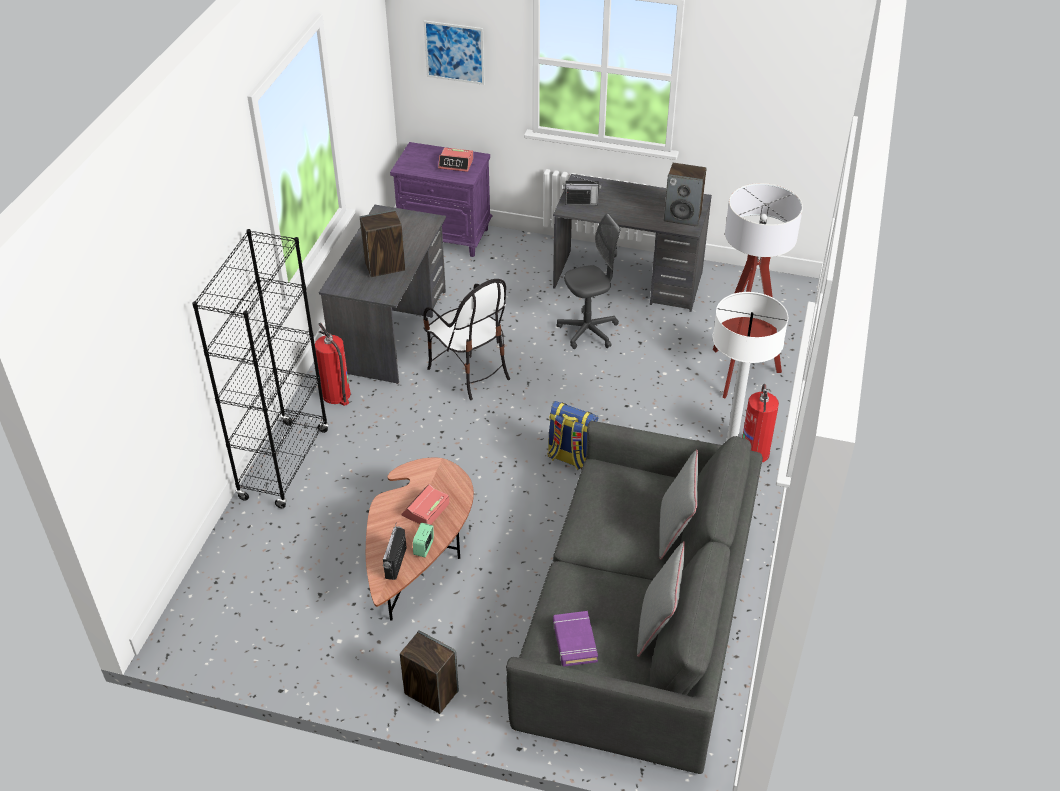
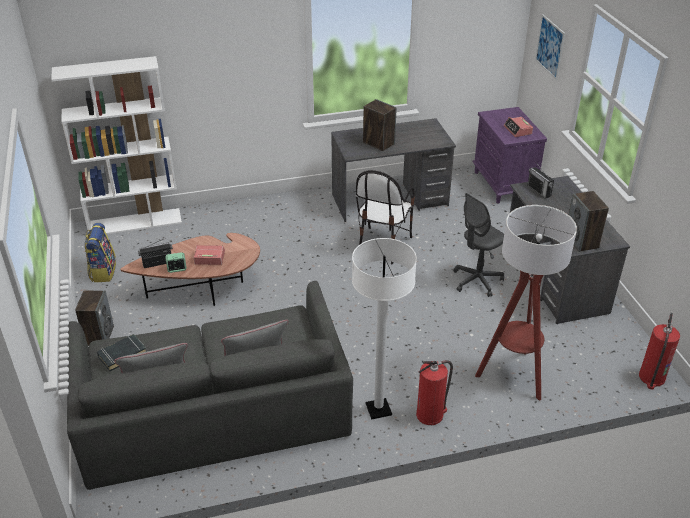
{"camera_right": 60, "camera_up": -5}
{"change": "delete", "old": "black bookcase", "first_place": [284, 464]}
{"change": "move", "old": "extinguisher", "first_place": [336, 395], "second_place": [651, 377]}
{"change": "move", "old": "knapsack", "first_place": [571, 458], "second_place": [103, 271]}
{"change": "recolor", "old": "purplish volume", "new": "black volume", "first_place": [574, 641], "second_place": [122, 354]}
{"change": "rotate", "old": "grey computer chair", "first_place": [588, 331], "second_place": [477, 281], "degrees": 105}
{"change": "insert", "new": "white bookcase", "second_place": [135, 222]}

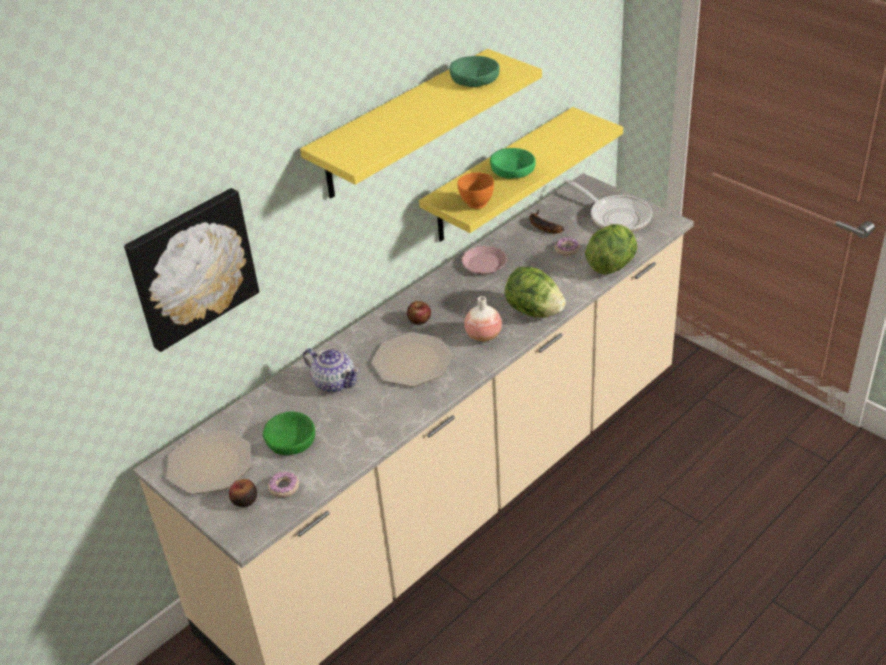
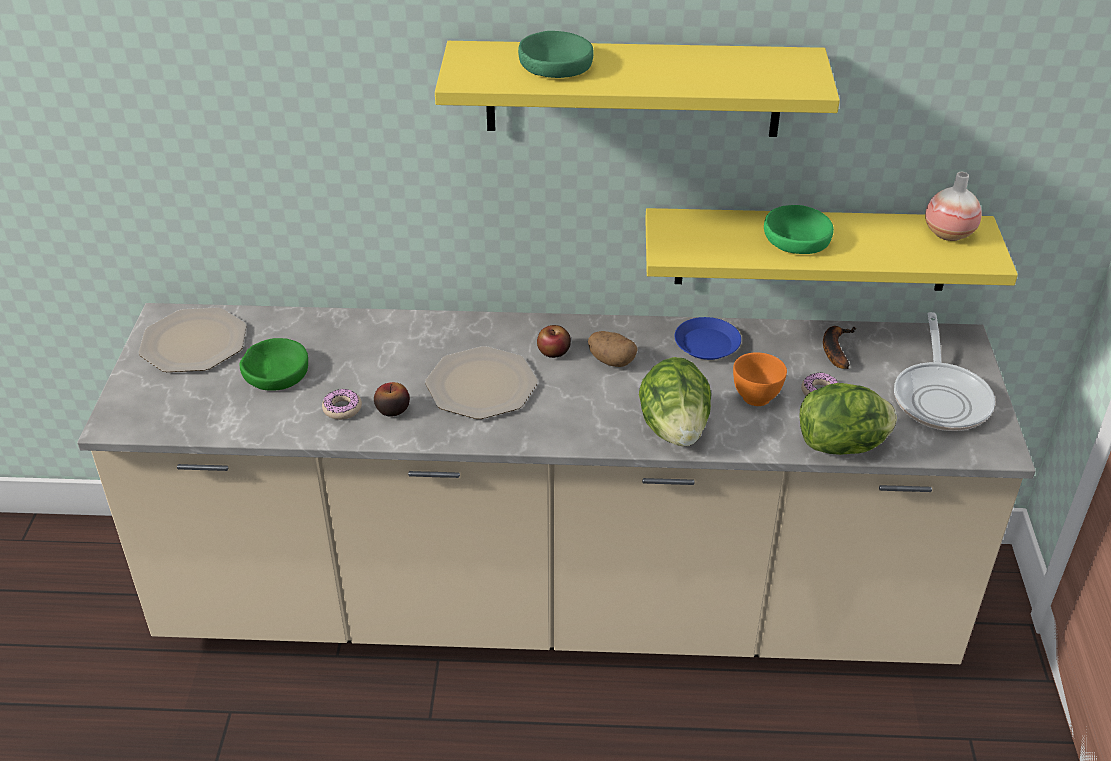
{"camera_right": 45, "camera_up": 0}
{"change": "delete", "old": "wall picture", "first_place": [191, 267]}
{"change": "move", "old": "apple fruit", "first_place": [245, 500], "second_place": [392, 409]}
{"change": "move", "old": "doughnut", "first_place": [284, 487], "second_place": [342, 409]}
{"change": "delete", "old": "tea pot", "first_place": [334, 382]}
{"change": "move", "old": "greenish deep dish", "first_place": [474, 78], "second_place": [555, 65]}
{"change": "move", "old": "orange-coloured deep dish", "first_place": [476, 203], "second_place": [756, 397]}
{"change": "recolor", "old": "pinkish dinner plate", "new": "bluish dinner plate", "first_place": [484, 264], "second_place": [706, 344]}
{"change": "move", "old": "decorative vase", "first_place": [483, 336], "second_place": [948, 234]}
{"change": "insert", "new": "whole potato", "second_place": [611, 361]}

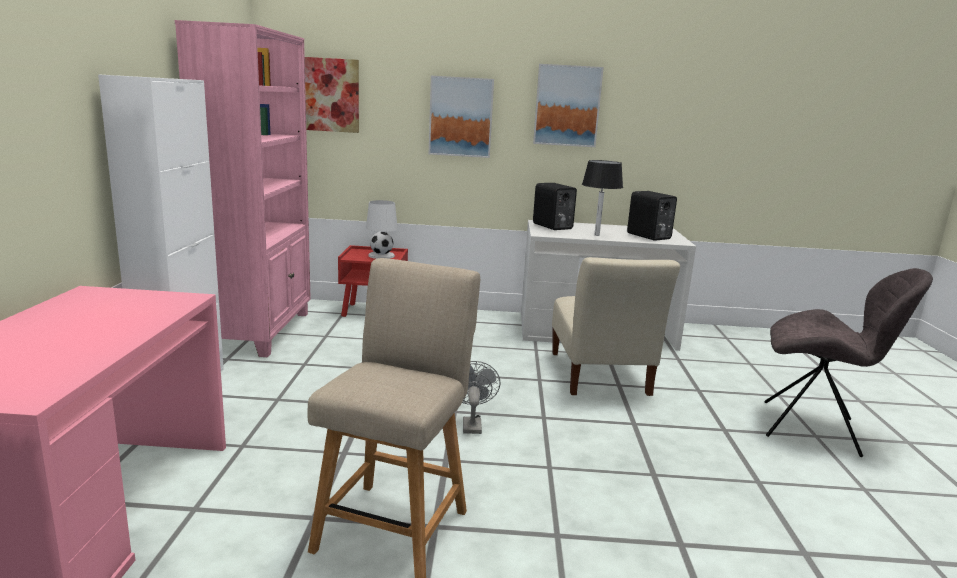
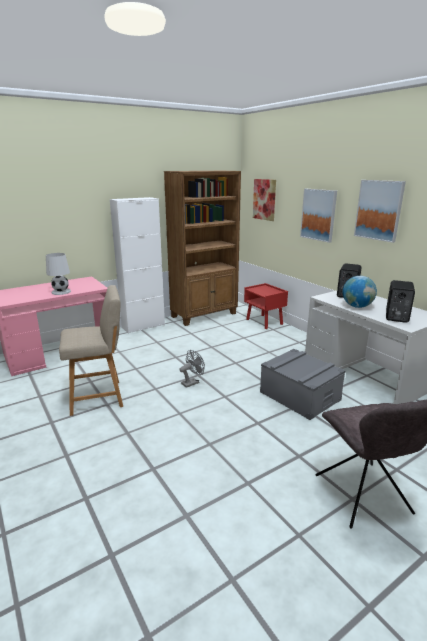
{"camera_right": 55, "camera_up": 5}
{"change": "recolor", "old": "pinkish bookcase", "new": "brown-coloured bookcase", "first_place": [261, 331], "second_place": [204, 315]}
{"change": "move", "old": "white lamp for a table", "first_place": [381, 255], "second_place": [61, 292]}
{"change": "replace", "old": "sand-coloured upright chair", "new": "grey storage box", "first_place": [599, 376], "second_place": [299, 396]}
{"change": "replace", "old": "black lamp for a table", "new": "desk globe", "first_place": [597, 235], "second_place": [357, 306]}

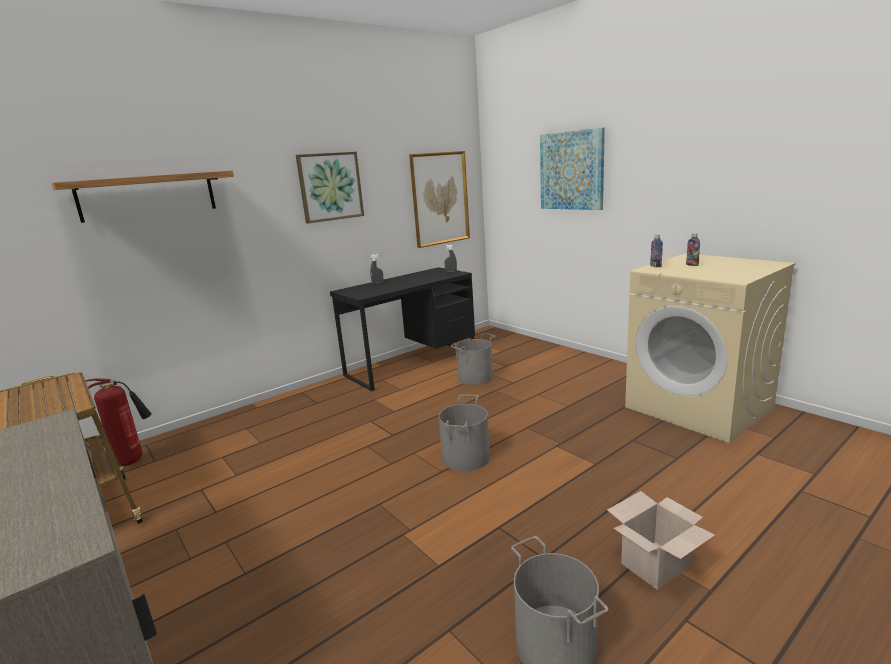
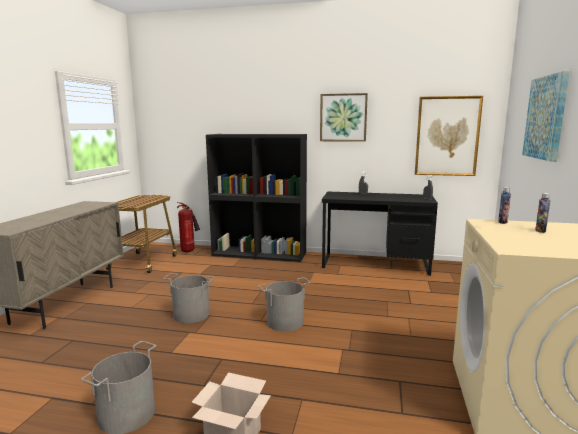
{"camera_right": 50, "camera_up": -5}
{"change": "delete", "old": "wall shelf", "first_place": [148, 196]}
{"change": "move", "old": "grey bucket", "first_place": [475, 377], "second_place": [191, 314]}
{"change": "insert", "new": "black bookcase", "second_place": [260, 254]}

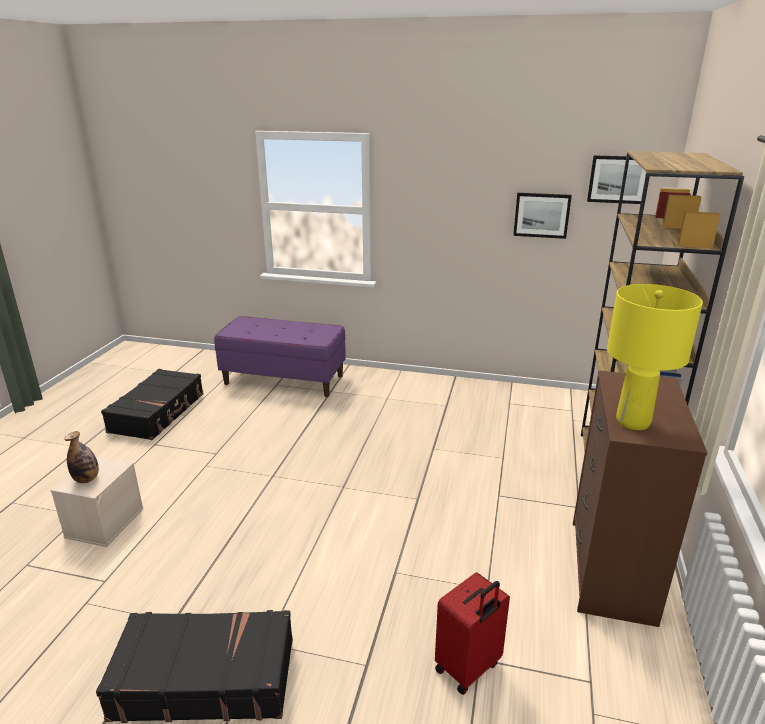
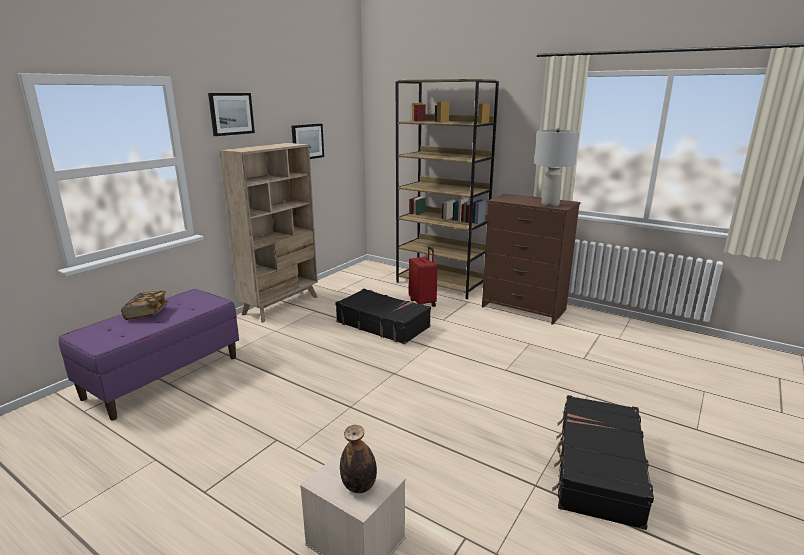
{"camera_right": -70, "camera_up": -5}
{"change": "move", "old": "black travel case", "first_place": [158, 413], "second_place": [383, 324]}
{"change": "move", "old": "red travel case", "first_place": [468, 668], "second_place": [423, 303]}
{"change": "move", "old": "wall picture", "first_place": [618, 179], "second_place": [231, 114]}
{"change": "recolor", "old": "yellow lamp for a table", "new": "grey lamp for a table", "first_place": [633, 422], "second_place": [549, 204]}
{"change": "insert", "new": "volume", "second_place": [147, 313]}
{"change": "insert", "new": "sand-coloured bookcase", "second_place": [281, 305]}

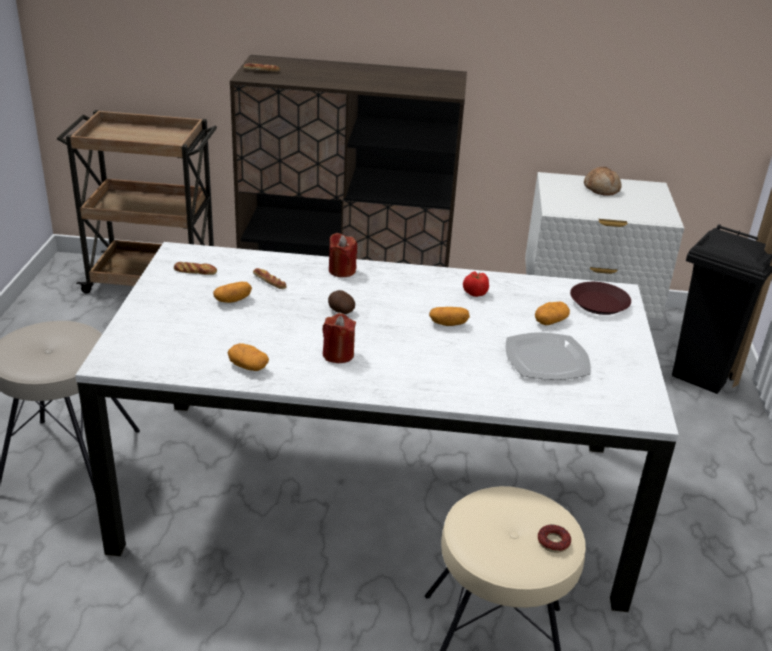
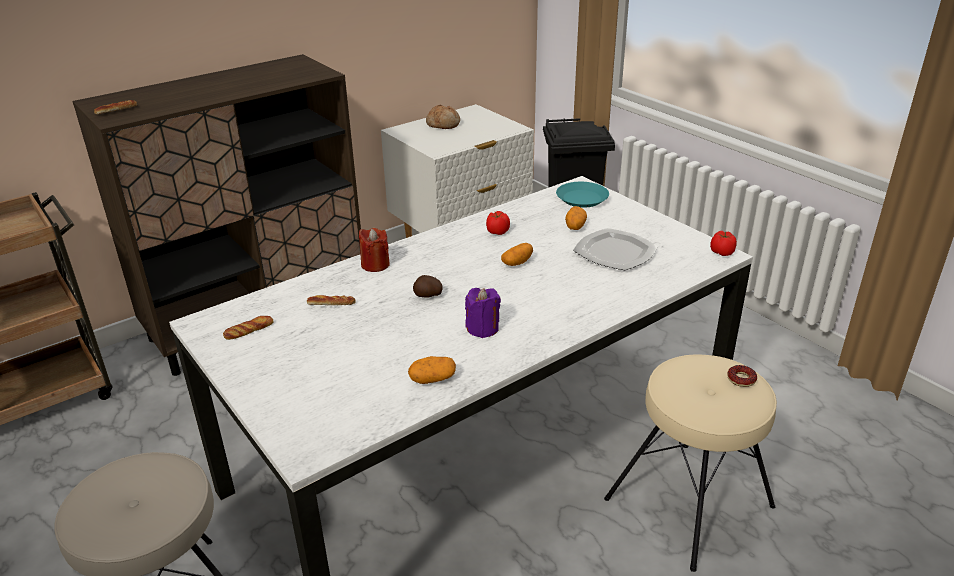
{"camera_right": -40, "camera_up": 0}
{"change": "delete", "old": "whole potato", "first_place": [233, 300]}
{"change": "recolor", "old": "red candle", "new": "purplish candle", "first_place": [338, 355], "second_place": [482, 328]}
{"change": "recolor", "old": "brown-coloured dinner plate", "new": "blue-green dinner plate", "first_place": [599, 303], "second_place": [582, 199]}
{"change": "insert", "new": "fresh tomato", "second_place": [722, 252]}

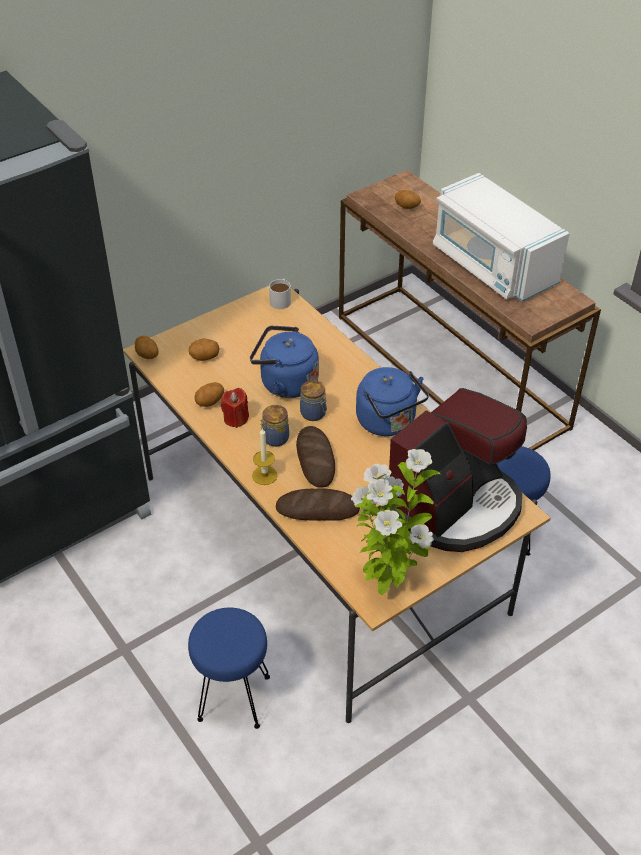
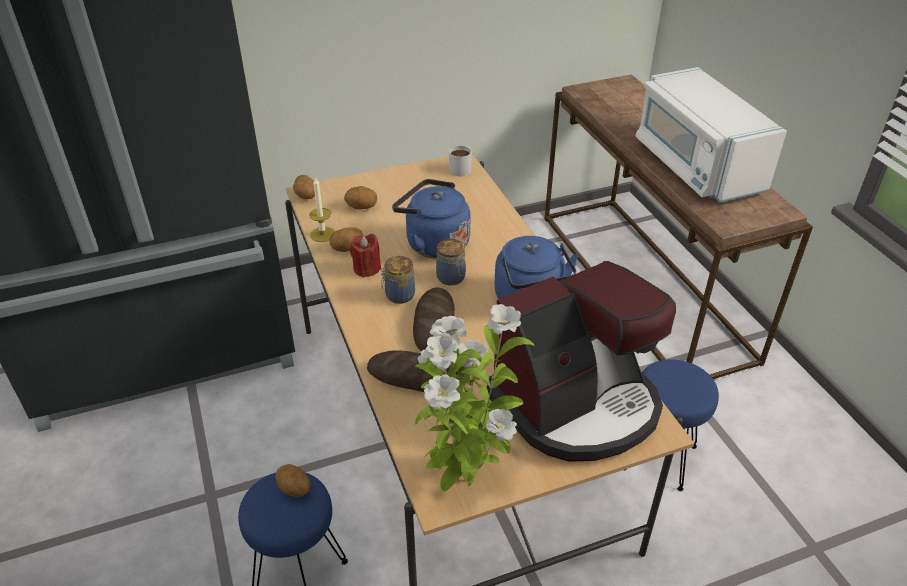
{"camera_right": 15, "camera_up": -5}
{"change": "move", "old": "candle", "first_place": [264, 475], "second_place": [322, 234]}
{"change": "move", "old": "whole potato", "first_place": [407, 207], "second_place": [294, 490]}

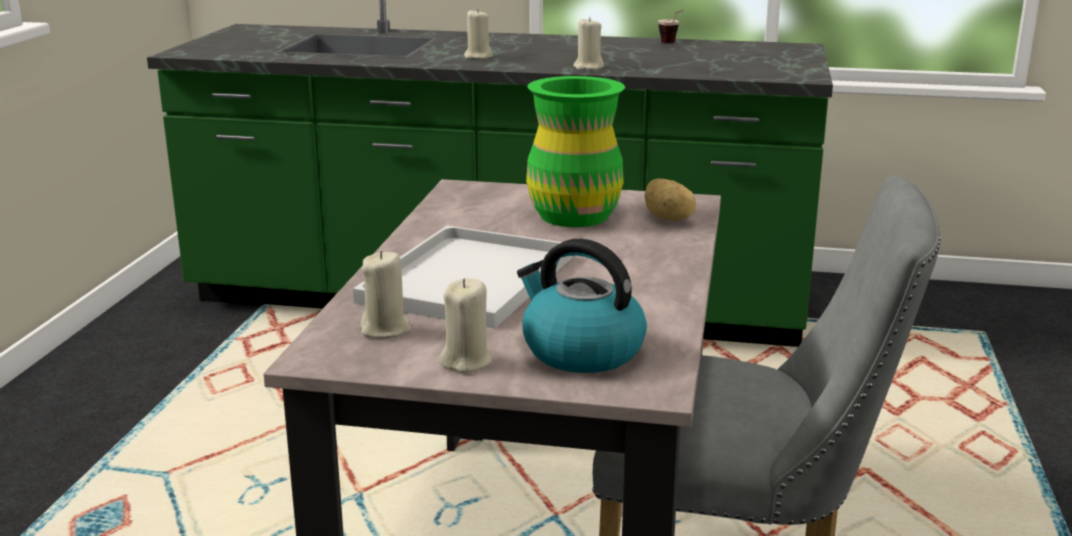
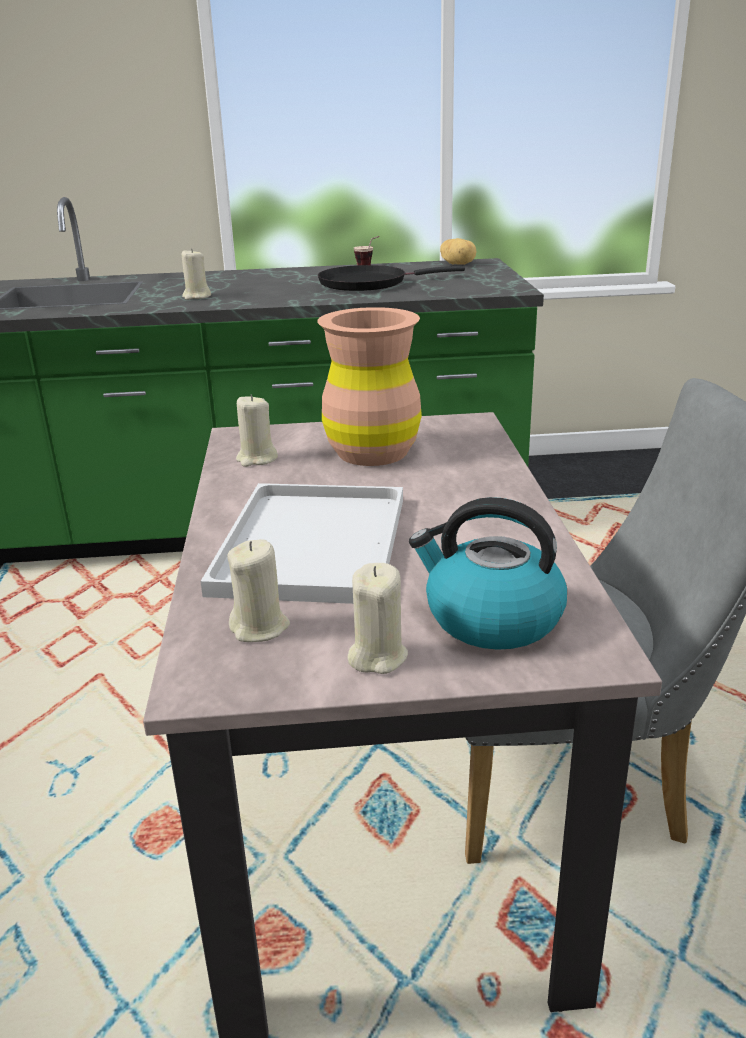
{"camera_right": -15, "camera_up": 5}
{"change": "recolor", "old": "greenish decorative vase", "new": "brown-coloured decorative vase", "first_place": [574, 216], "second_place": [372, 452]}
{"change": "move", "old": "sand-coloured candle", "first_place": [588, 67], "second_place": [256, 459]}
{"change": "move", "old": "whole potato", "first_place": [669, 218], "second_place": [458, 264]}
{"change": "insert", "new": "black pan", "second_place": [368, 283]}

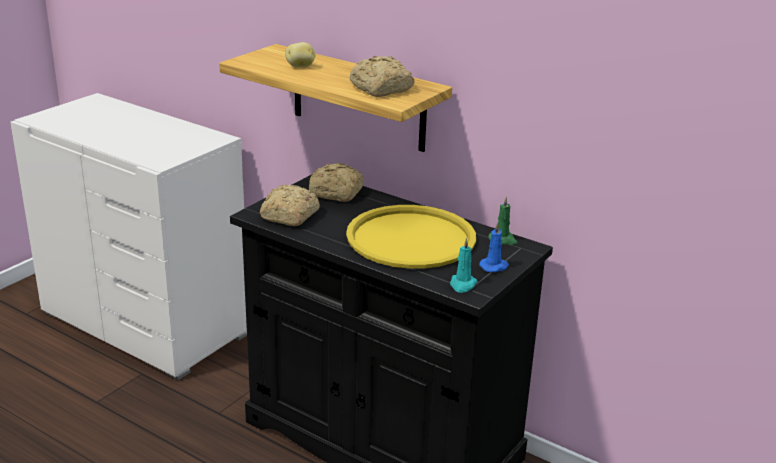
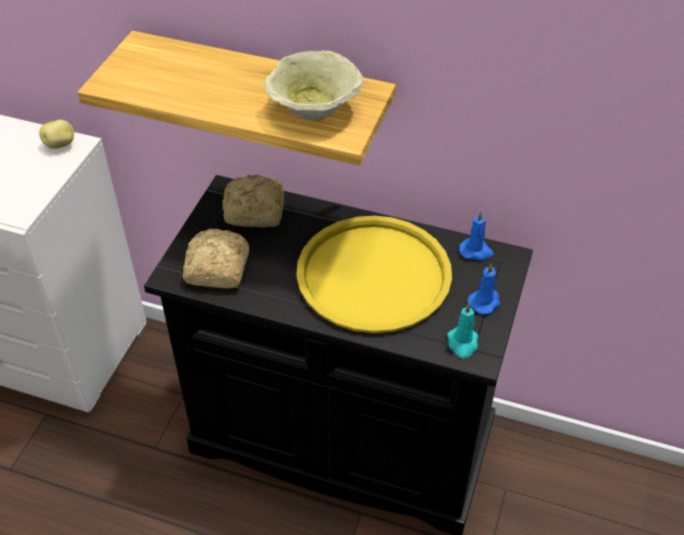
{"camera_right": -15, "camera_up": 20}
{"change": "move", "old": "whole potato", "first_place": [300, 66], "second_place": [60, 144]}
{"change": "replace", "old": "baked bread", "new": "sand-coloured deep dish", "first_place": [381, 89], "second_place": [313, 111]}
{"change": "recolor", "old": "greenish candle", "new": "bluish candle", "first_place": [503, 240], "second_place": [476, 251]}

